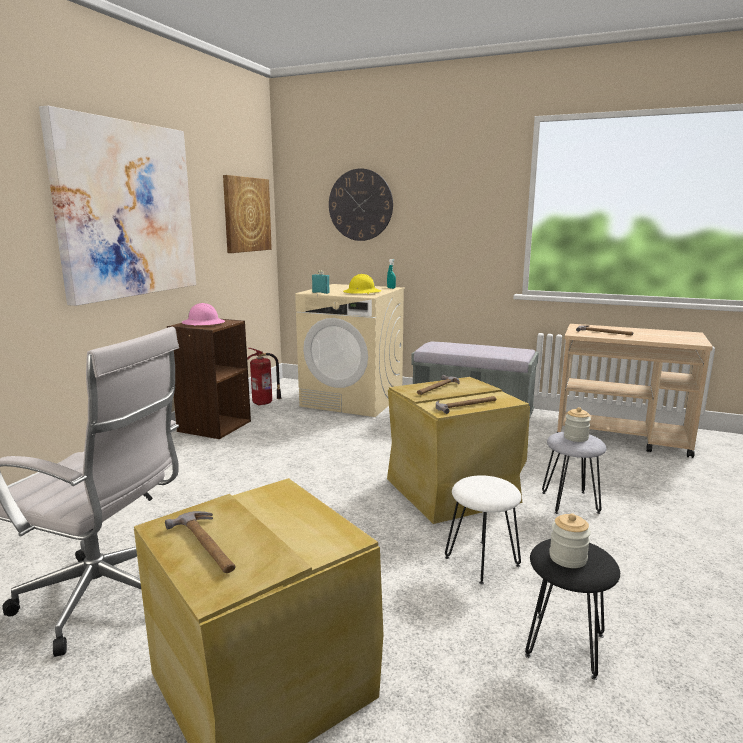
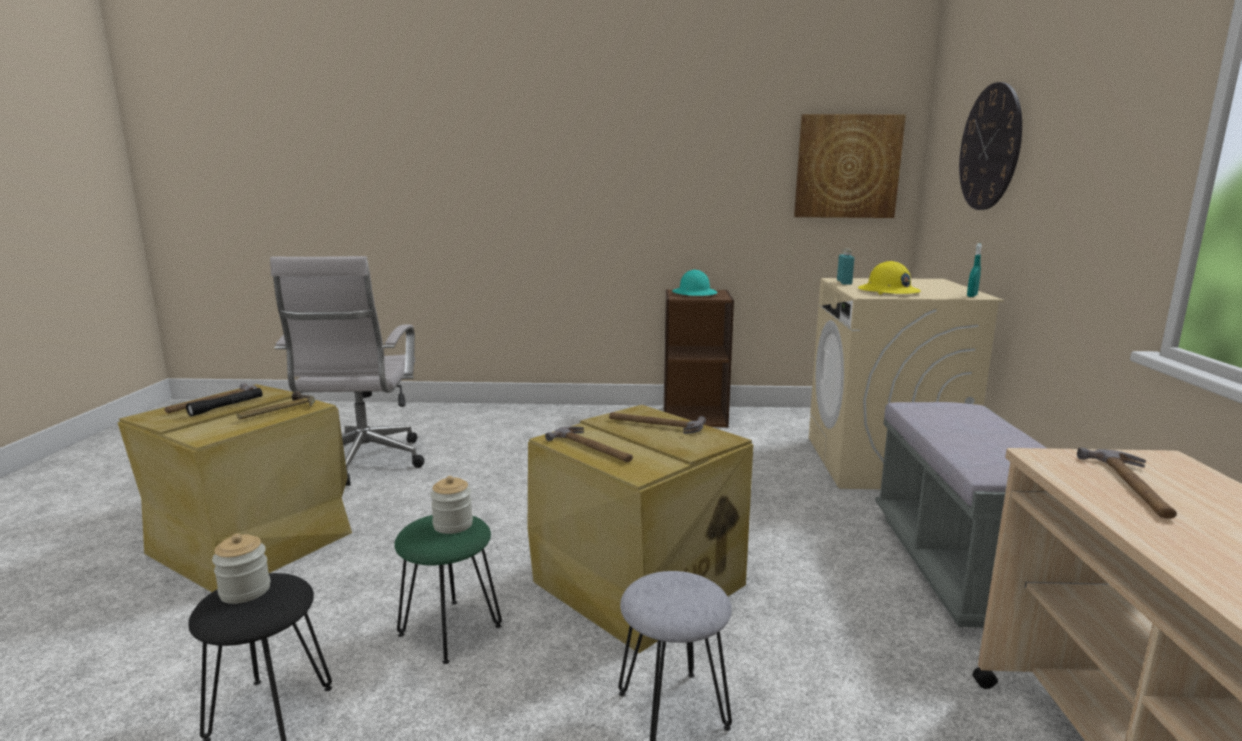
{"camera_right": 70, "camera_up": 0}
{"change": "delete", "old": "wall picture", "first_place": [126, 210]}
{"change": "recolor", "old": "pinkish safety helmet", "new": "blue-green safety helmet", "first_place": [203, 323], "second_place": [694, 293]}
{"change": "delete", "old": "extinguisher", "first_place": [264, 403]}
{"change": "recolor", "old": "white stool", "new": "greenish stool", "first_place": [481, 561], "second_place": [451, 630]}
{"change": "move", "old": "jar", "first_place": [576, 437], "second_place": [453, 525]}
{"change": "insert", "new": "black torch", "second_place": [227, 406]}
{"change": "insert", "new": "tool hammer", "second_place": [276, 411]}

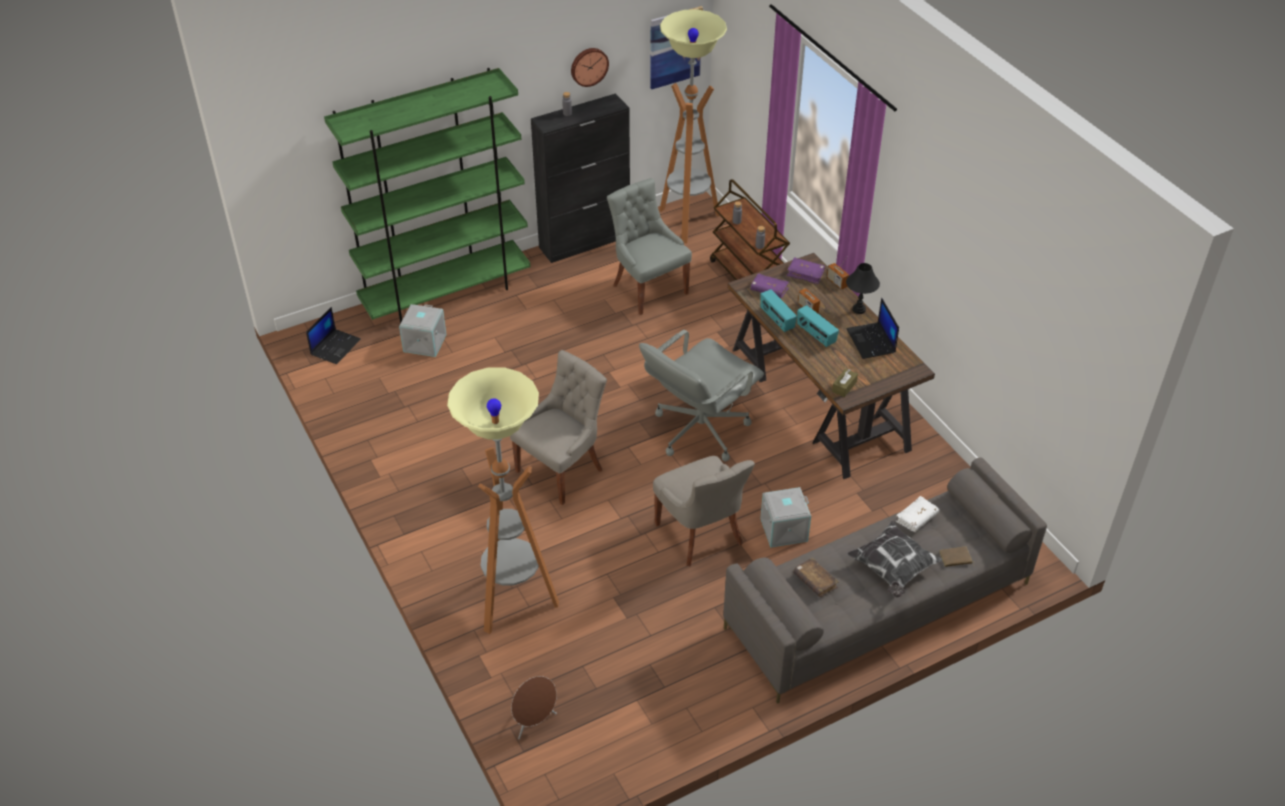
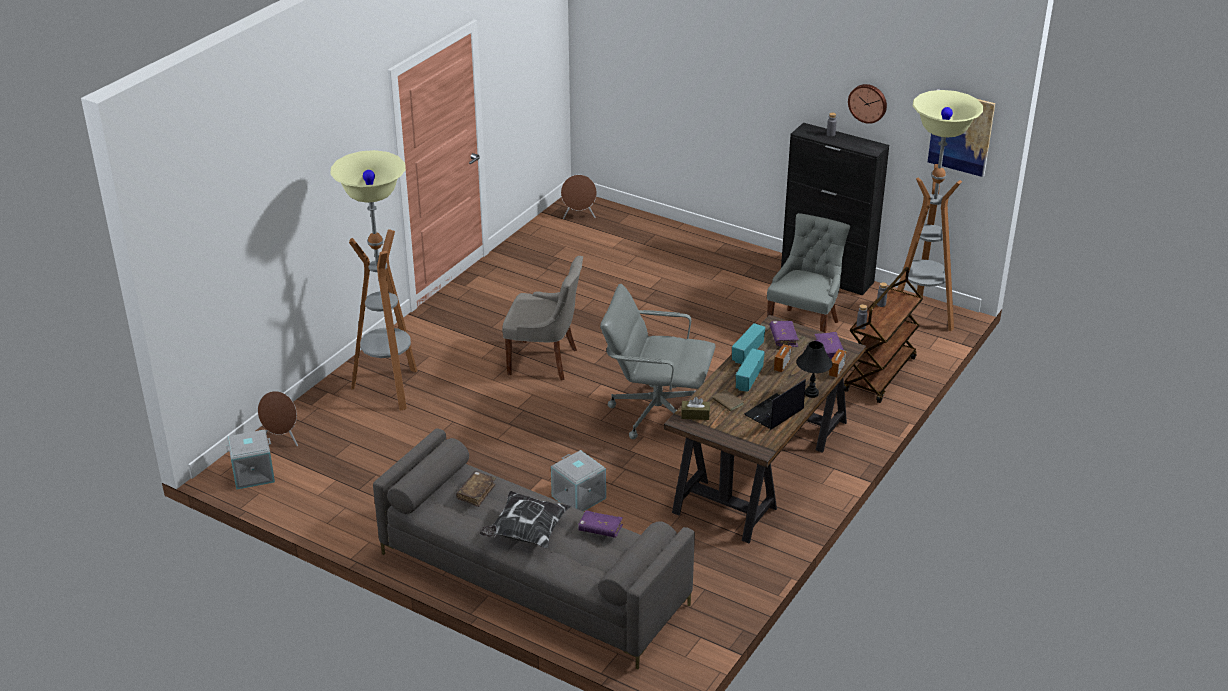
{"camera_right": 60, "camera_up": -10}
{"change": "replace", "old": "laptop", "new": "brown-coloured audio speaker", "first_place": [335, 346], "second_place": [579, 216]}
{"change": "delete", "old": "greenish bookcase", "first_place": [446, 293]}
{"change": "move", "old": "grey storage box", "first_place": [424, 342], "second_place": [253, 473]}
{"change": "delete", "old": "grey upright chair", "first_place": [701, 535]}
{"change": "recolor", "old": "white volume", "new": "purplish volume", "first_place": [916, 518], "second_place": [600, 529]}
{"change": "move", "old": "brown-coloured volume", "first_place": [955, 559], "second_place": [727, 402]}

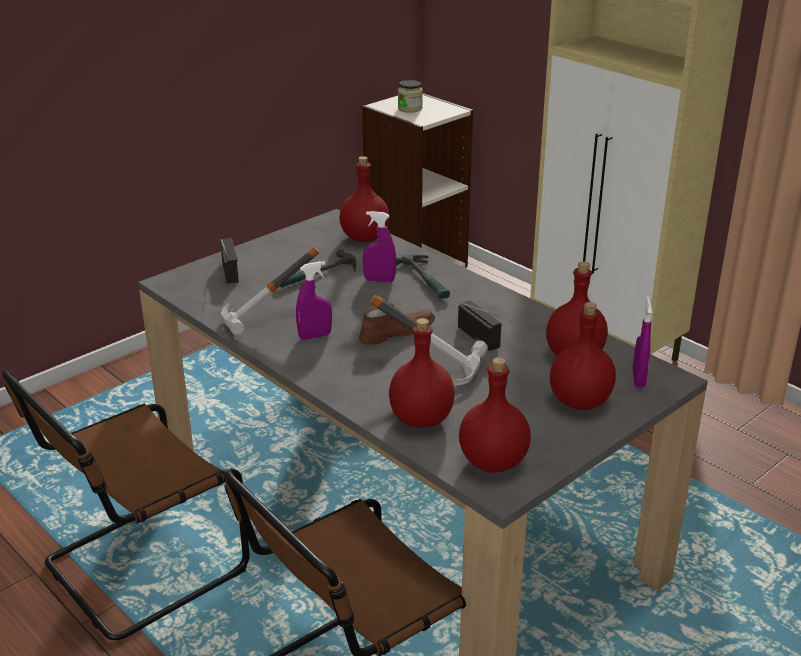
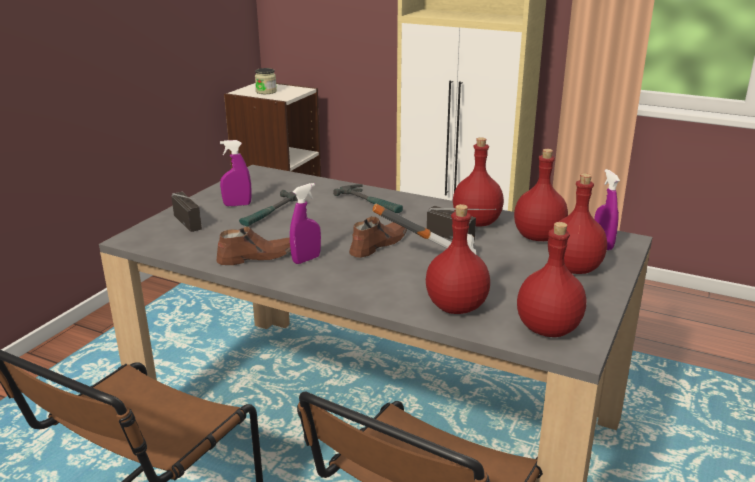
{"camera_right": -20, "camera_up": -5}
{"change": "replace", "old": "tool hammer", "new": "brown-coloured low shoe", "first_place": [270, 324], "second_place": [256, 257]}
{"change": "move", "old": "red drink bottle", "first_place": [364, 237], "second_place": [475, 222]}
{"change": "move", "old": "purplish sprayer", "first_place": [379, 280], "second_place": [237, 205]}

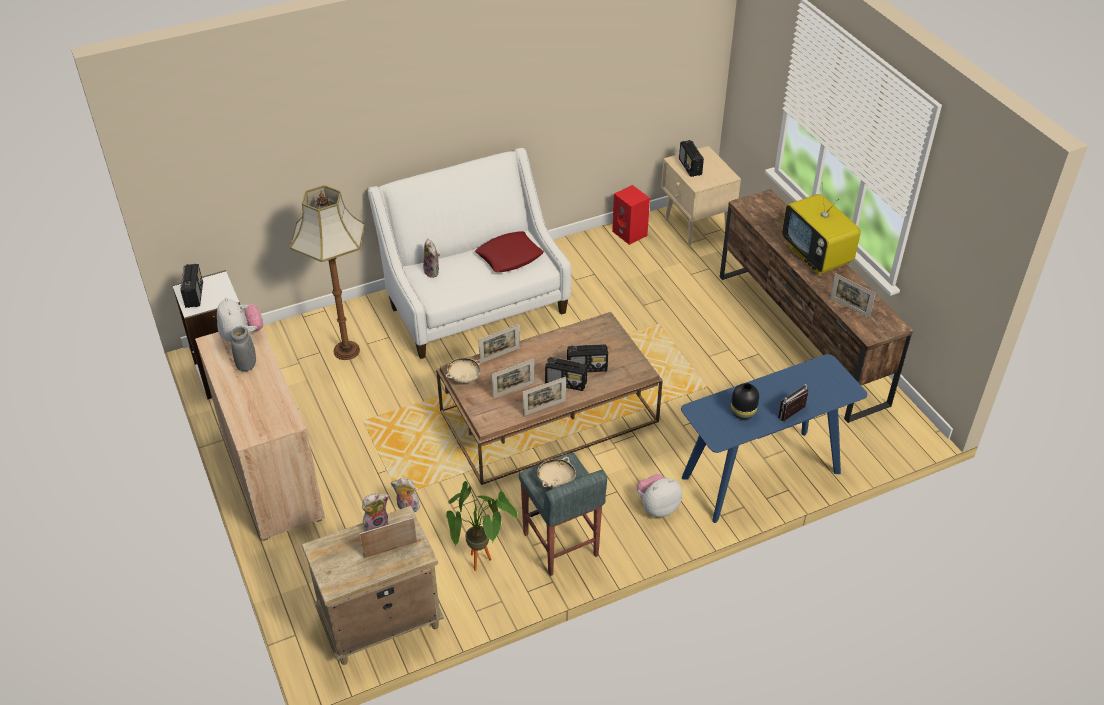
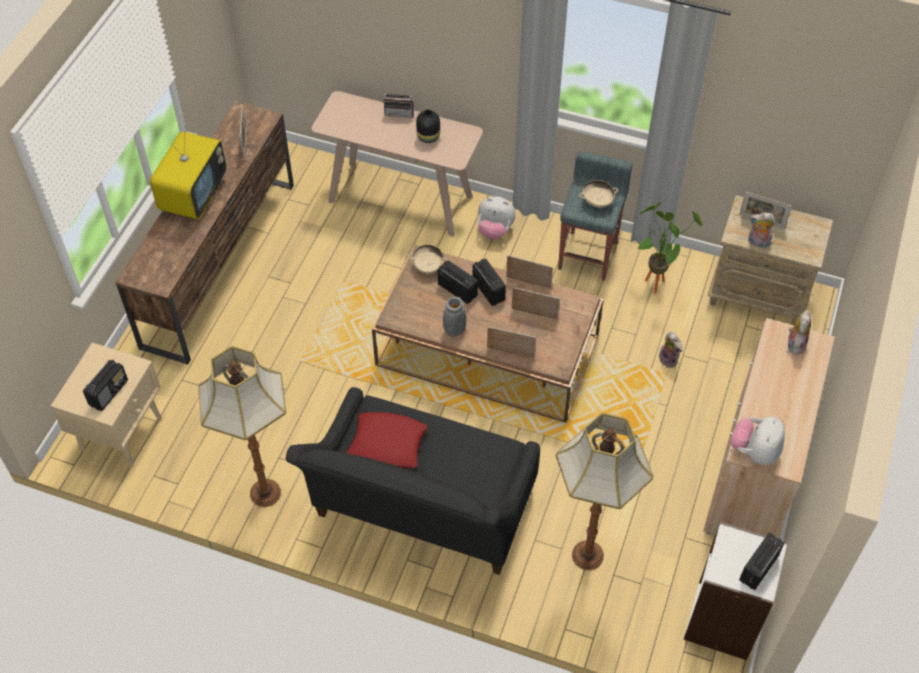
{"camera_right": -135, "camera_up": 10}
{"change": "move", "old": "grey decorative vase", "first_place": [246, 365], "second_place": [454, 330]}
{"change": "recolor", "old": "white sofa", "new": "black sofa", "first_place": [474, 304], "second_place": [421, 513]}
{"change": "move", "old": "plush toy", "first_place": [433, 271], "second_place": [795, 344]}
{"change": "move", "old": "sand-coloured deep dish", "first_place": [464, 378], "second_place": [428, 266]}
{"change": "delete", "old": "red audio speaker", "first_place": [630, 233]}
{"change": "recolor", "old": "bluish console table", "new": "sand-coloured console table", "first_place": [761, 475], "second_place": [401, 198]}
{"change": "insert", "new": "floor lamp", "second_place": [265, 494]}

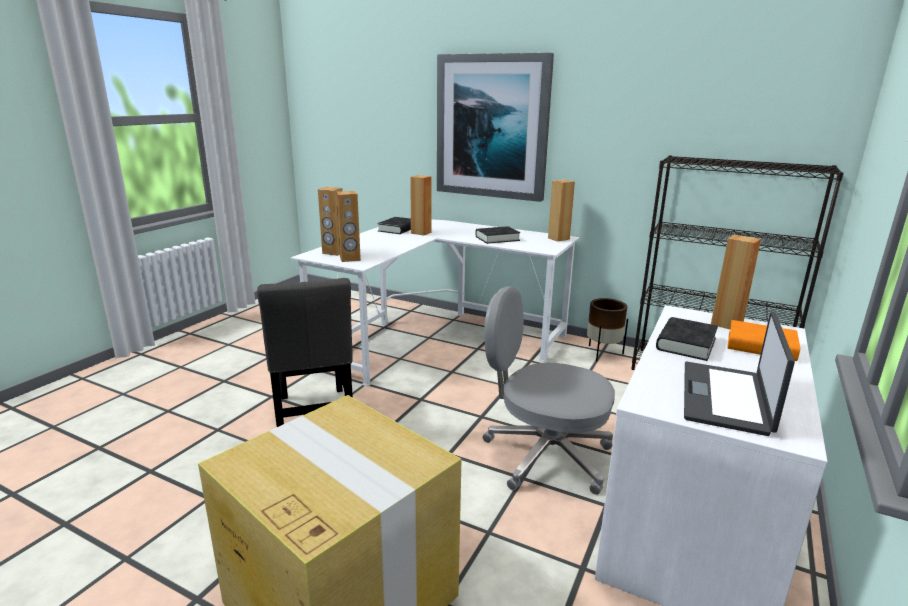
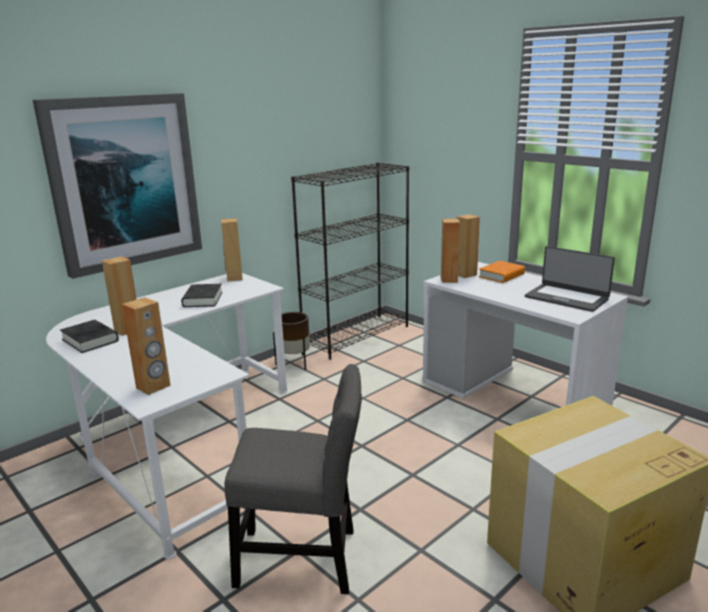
{"camera_right": -70, "camera_up": 0}
{"change": "move", "old": "brown-coloured audio speaker", "first_place": [350, 259], "second_place": [449, 280]}
{"change": "delete", "old": "grey computer chair", "first_place": [544, 455]}
{"change": "delete", "old": "black volume", "first_place": [686, 344]}

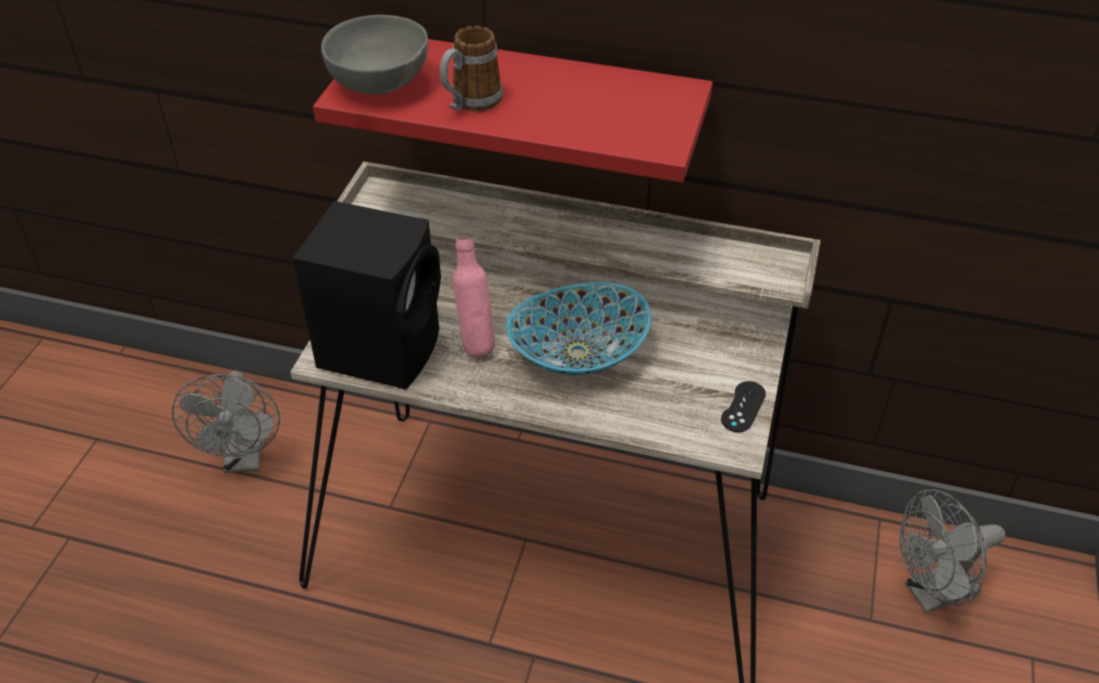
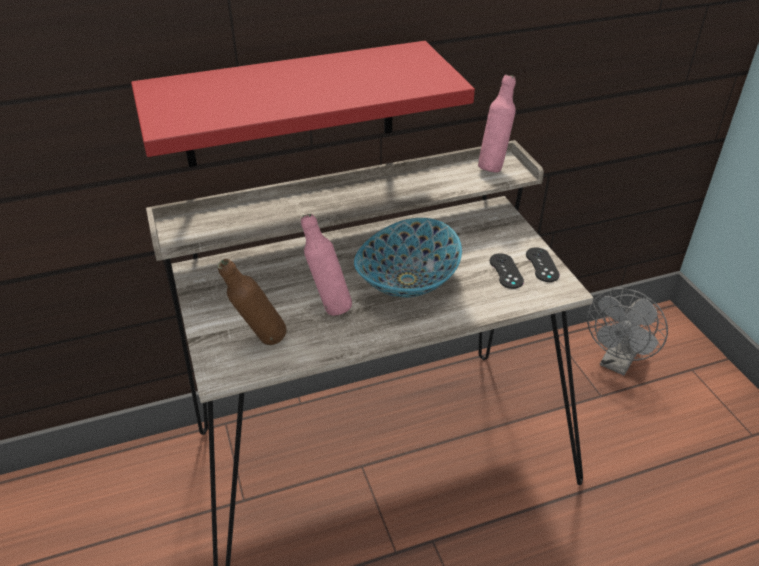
{"camera_right": -35, "camera_up": -5}
{"change": "delete", "old": "grey cooling fan", "first_place": [244, 458]}
{"change": "replace", "old": "black audio speaker", "new": "brown-coloured drink bottle", "first_place": [382, 346], "second_place": [260, 342]}
{"change": "delete", "old": "grey deep dish", "first_place": [381, 85]}
{"change": "delete", "old": "coffee mug", "first_place": [470, 103]}
{"change": "insert", "new": "pinkish drink bottle", "second_place": [493, 166]}
{"change": "insert", "new": "black gamepad", "second_place": [506, 271]}

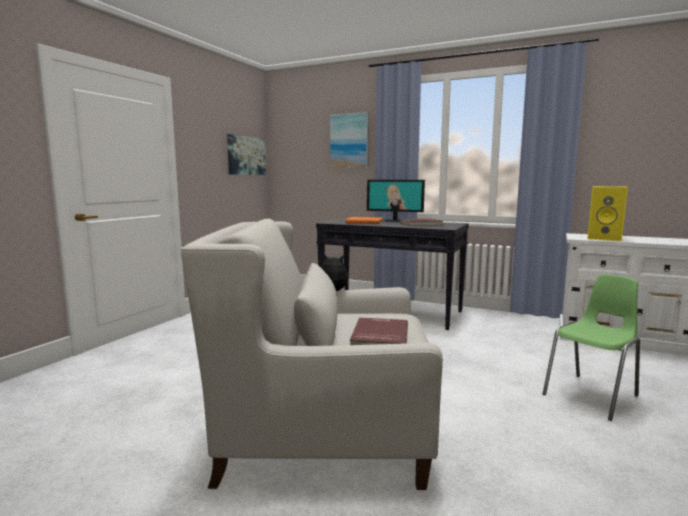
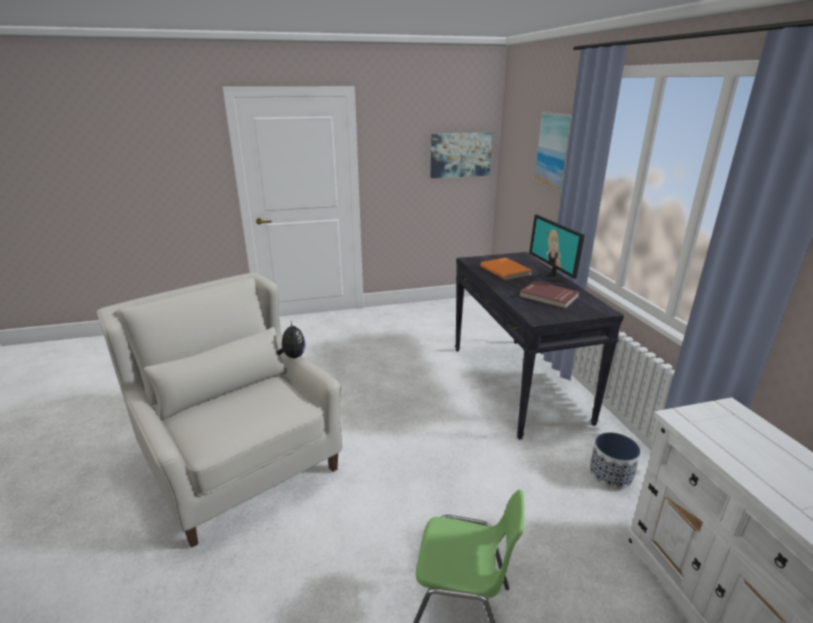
{"camera_right": 50, "camera_up": 15}
{"change": "delete", "old": "red volume", "first_place": [378, 337]}
{"change": "delete", "old": "yellow audio speaker", "first_place": [605, 238]}
{"change": "insert", "new": "planter", "second_place": [611, 475]}

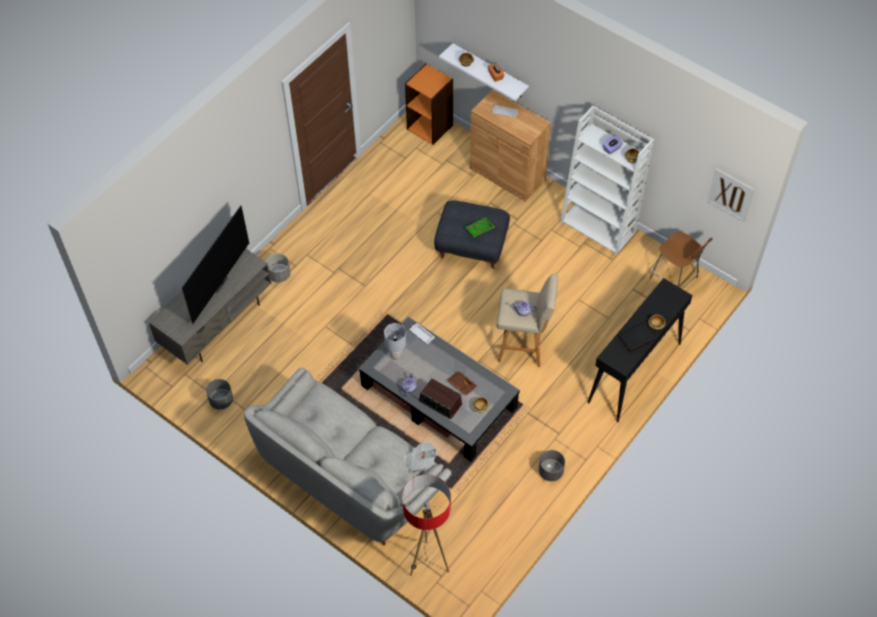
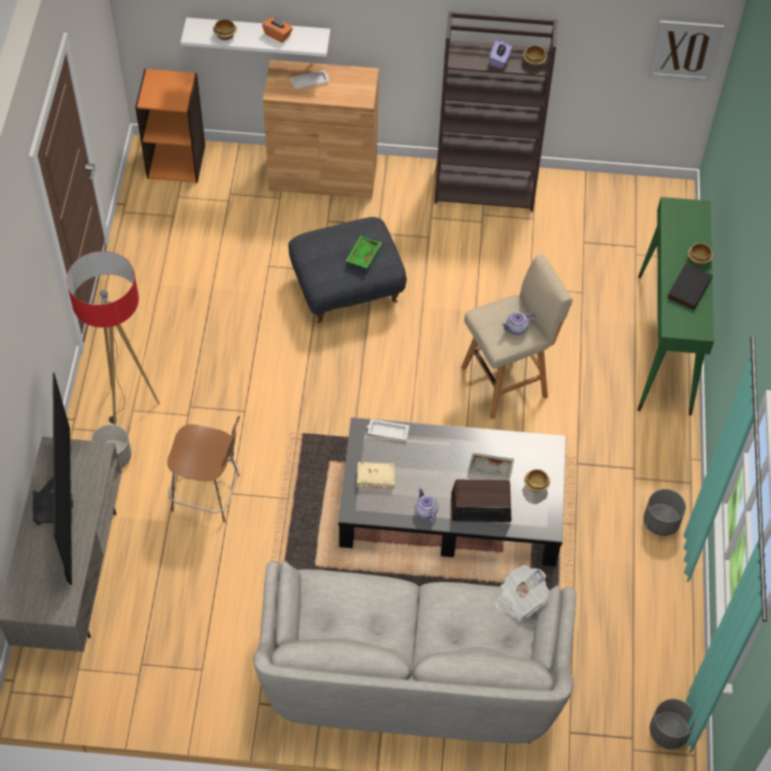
{"camera_right": -35, "camera_up": 0}
{"change": "move", "old": "grey planter", "first_place": [221, 400], "second_place": [668, 731]}
{"change": "replace", "old": "grey lamp for a table", "new": "sand-coloured volume", "first_place": [396, 355], "second_place": [375, 477]}
{"change": "move", "old": "floor lamp", "first_place": [428, 563], "second_place": [128, 407]}
{"change": "recolor", "old": "brown-coloured serving tray", "new": "grey serving tray", "first_place": [461, 385], "second_place": [490, 470]}
{"change": "recolor", "old": "white bookcase", "new": "brown-coloured bookcase", "first_place": [599, 227], "second_place": [486, 186]}
{"change": "recolor", "old": "black console table", "new": "greenish console table", "first_place": [634, 373], "second_place": [664, 344]}
{"change": "move", "old": "brown-coloured stool", "first_place": [675, 279], "second_place": [208, 493]}

